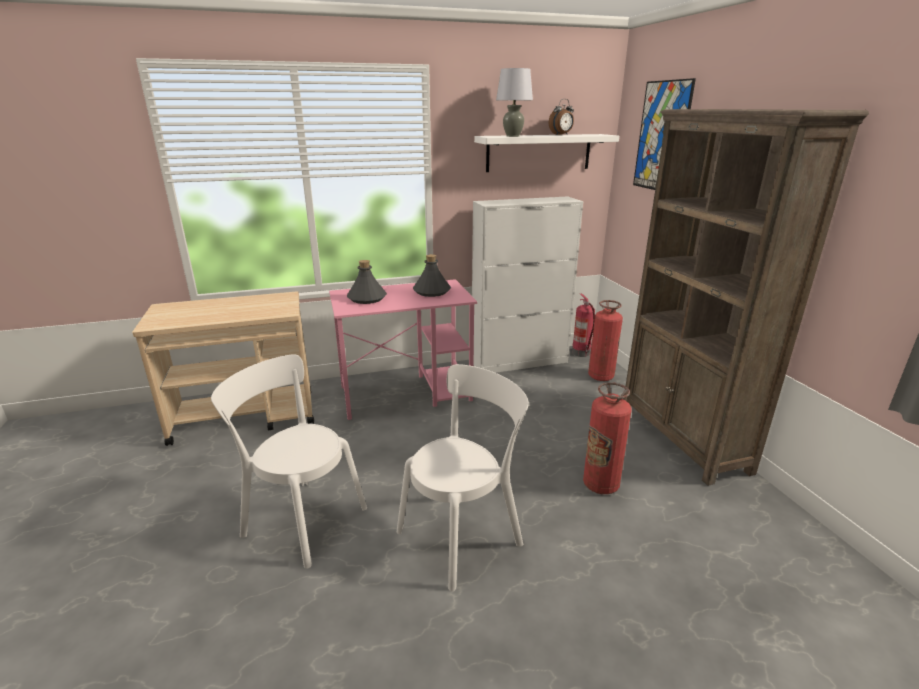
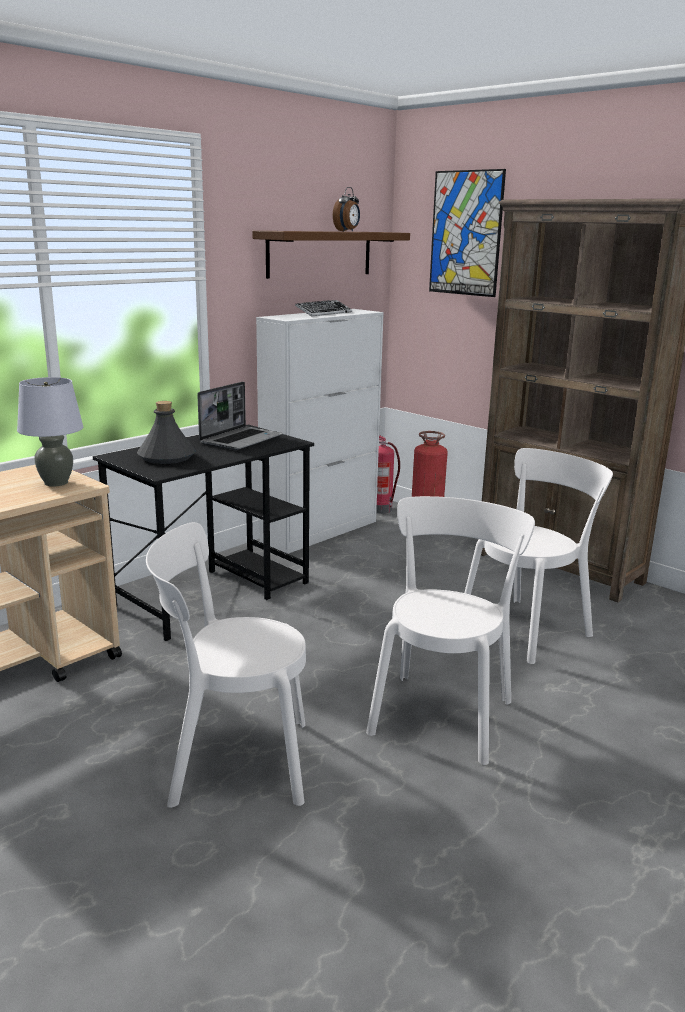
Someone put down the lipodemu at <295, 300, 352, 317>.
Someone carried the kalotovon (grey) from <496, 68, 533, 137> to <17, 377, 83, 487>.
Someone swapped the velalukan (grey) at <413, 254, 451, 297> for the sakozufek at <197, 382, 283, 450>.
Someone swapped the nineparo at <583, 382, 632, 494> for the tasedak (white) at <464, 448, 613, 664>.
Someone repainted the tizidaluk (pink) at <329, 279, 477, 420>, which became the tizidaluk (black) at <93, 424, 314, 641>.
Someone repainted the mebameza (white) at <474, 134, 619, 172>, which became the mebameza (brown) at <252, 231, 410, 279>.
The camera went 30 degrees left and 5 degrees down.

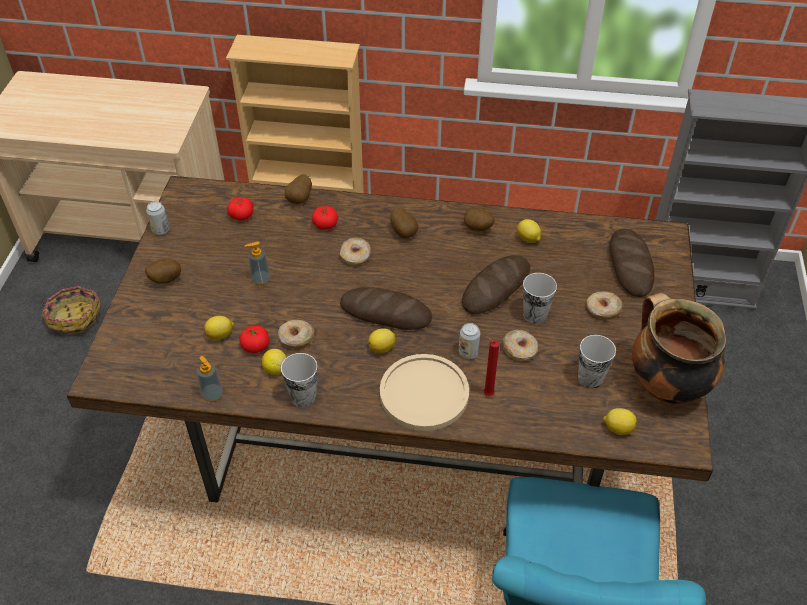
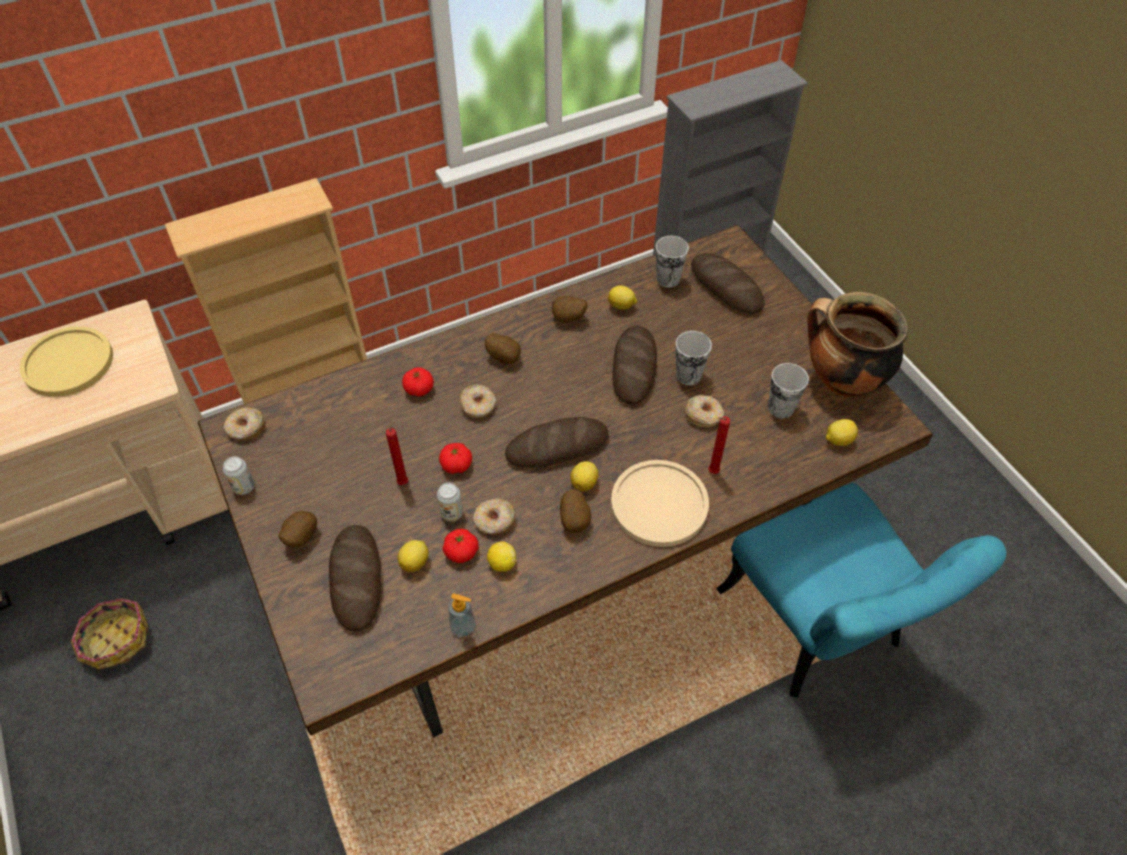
Someone put down the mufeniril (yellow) at <20, 327, 113, 397>.
Someone put down the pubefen at <329, 525, 381, 631>.
Someone carried the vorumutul from <227, 197, 254, 221> to <439, 443, 472, 474>.
Someone carried the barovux from <281, 353, 317, 407> to <656, 236, 689, 288>.
Someone carried the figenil from <285, 174, 312, 204> to <560, 490, 591, 533>.
Someone carried the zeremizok from <459, 323, 480, 359> to <437, 483, 463, 522>.
Someone carried the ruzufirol from <587, 291, 623, 320> to <224, 407, 265, 440>.
Someone swapped the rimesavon at <245, 241, 270, 286> for the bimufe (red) at <386, 418, 408, 485>.
The camera went 35 degrees left and 5 degrees up.

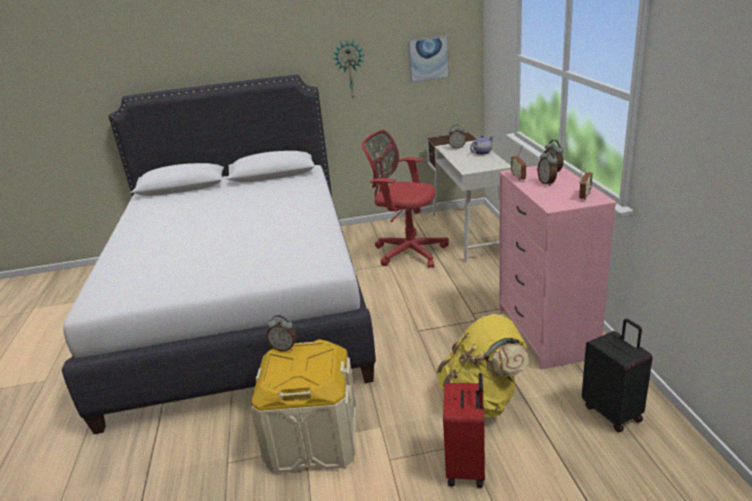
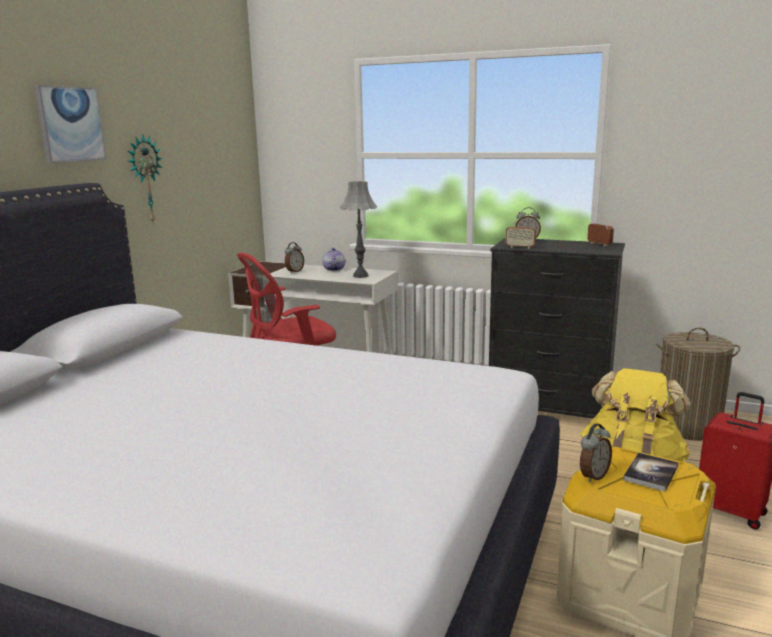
Someone took away the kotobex at <537, 149, 558, 186>.
Someone put down the kalotovon (grey) at <340, 181, 377, 278>.
Someone put down the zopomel at <623, 453, 679, 492>.
Someone carried the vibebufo from <408, 36, 450, 83> to <34, 85, 106, 164>.
Someone swapped the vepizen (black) at <582, 319, 652, 432> for the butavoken at <656, 327, 740, 441>.
Someone repainted the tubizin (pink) at <499, 166, 617, 370>, which became the tubizin (black) at <489, 238, 625, 419>.
The camera went 60 degrees left and 10 degrees down.

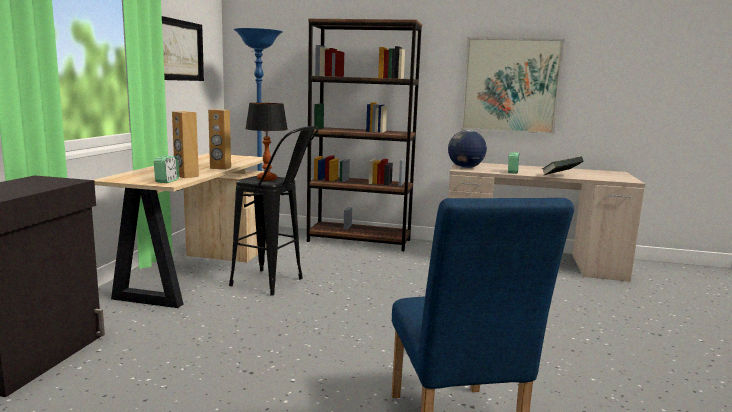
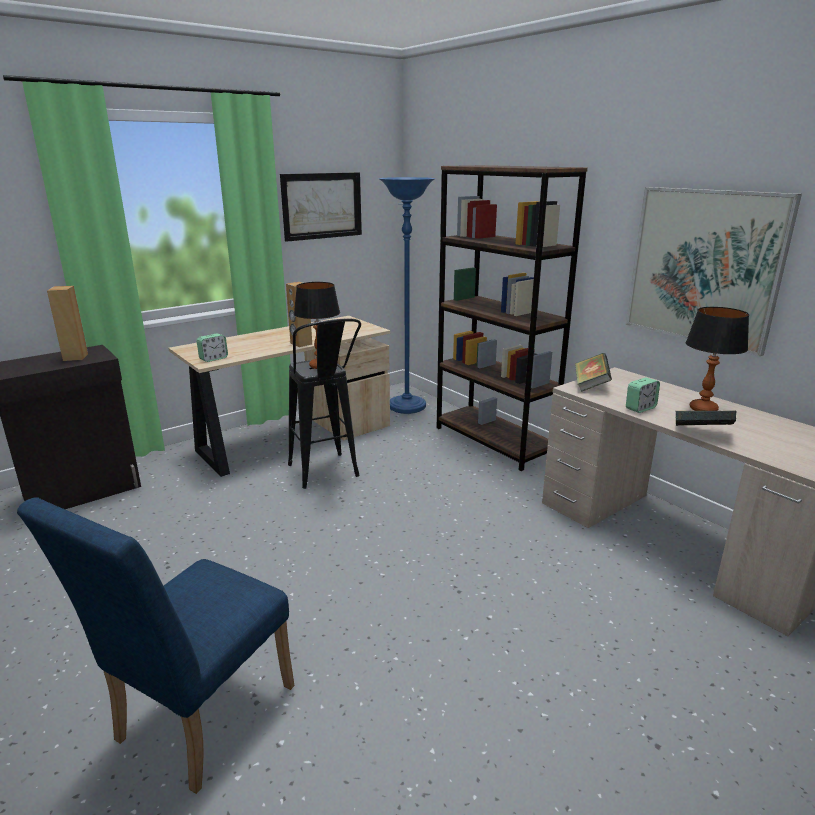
Someone put down the kalotovon at <686, 307, 749, 411>.
Someone carried the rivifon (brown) from <172, 111, 199, 178> to <47, 286, 88, 361>.
Someone swapped the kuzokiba at <448, 130, 487, 168> for the zopomel at <575, 353, 612, 392>.
The camera went 40 degrees right and 10 degrees up.

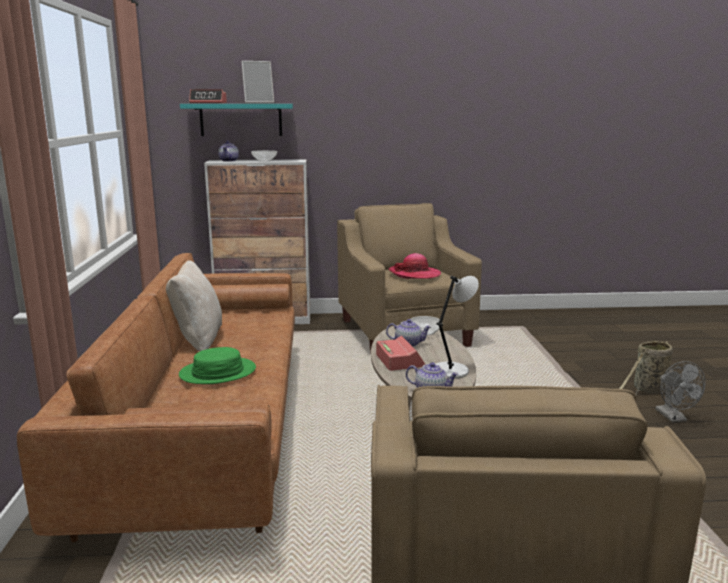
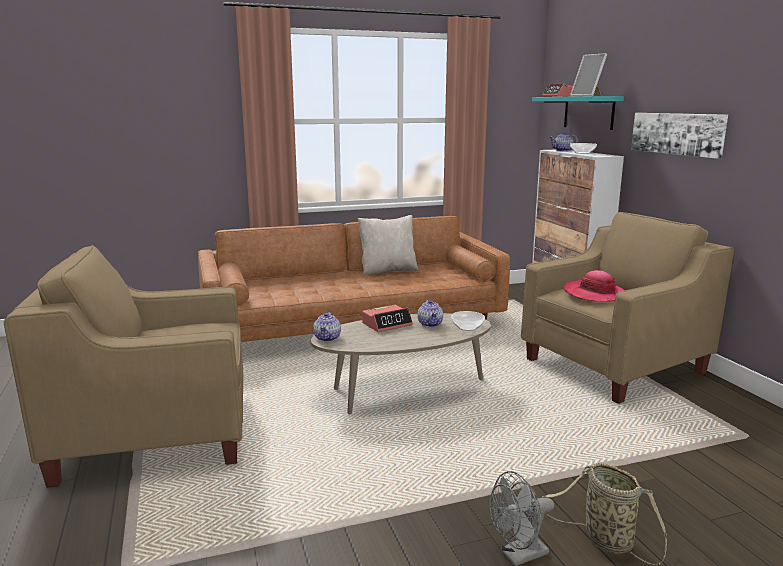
Someone took away the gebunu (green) at <179, 347, 256, 384>.
Someone took away the kalotovon (grey) at <436, 276, 479, 379>.
Someone put up the vibebufo at <631, 113, 728, 159>.
The camera went 75 degrees right and 0 degrees up.

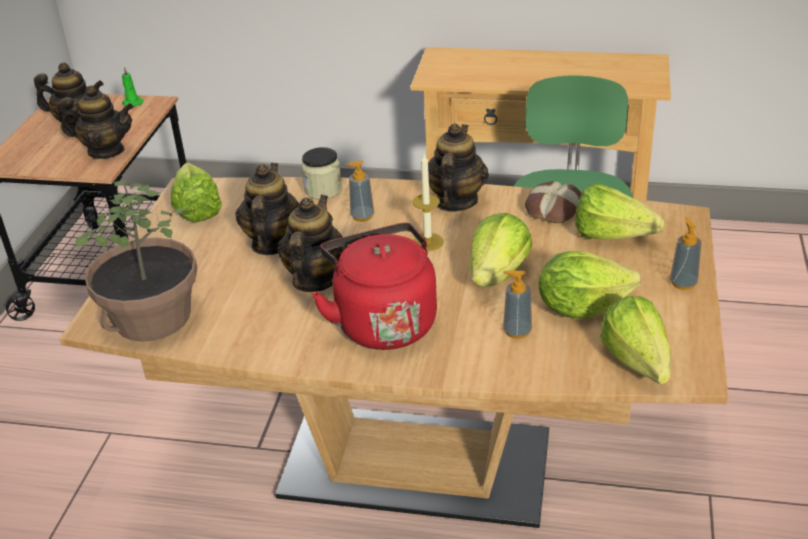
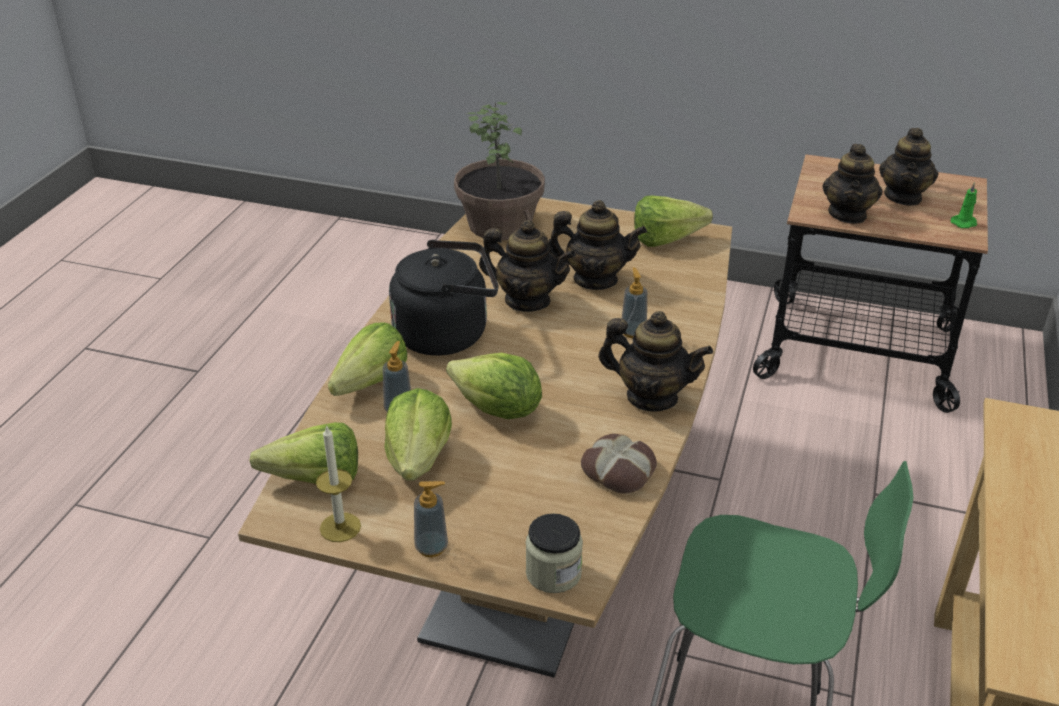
Someone carried the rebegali from <301, 147, 342, 200> to <526, 513, 583, 593>.
Someone carried the bimufe from <413, 154, 444, 251> to <316, 425, 361, 542>.
Someone carried the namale from <575, 183, 664, 240> to <328, 322, 407, 396>.
Someone repainted the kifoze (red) at <312, 223, 437, 350>, which became the kifoze (black) at <389, 240, 499, 356>.
The camera went 95 degrees right and 0 degrees up.

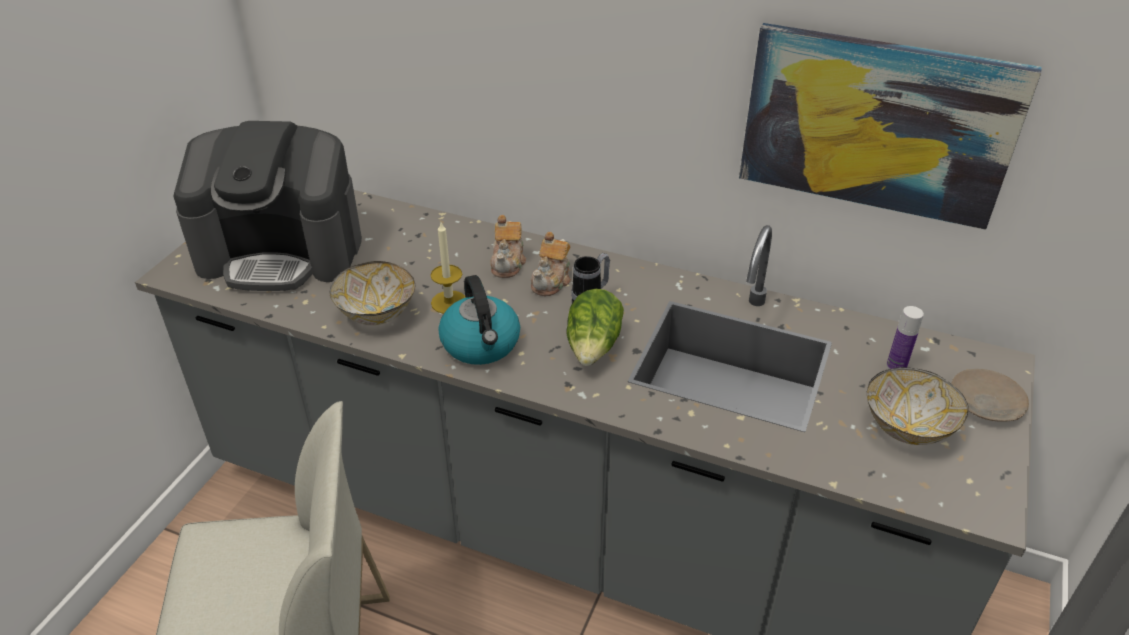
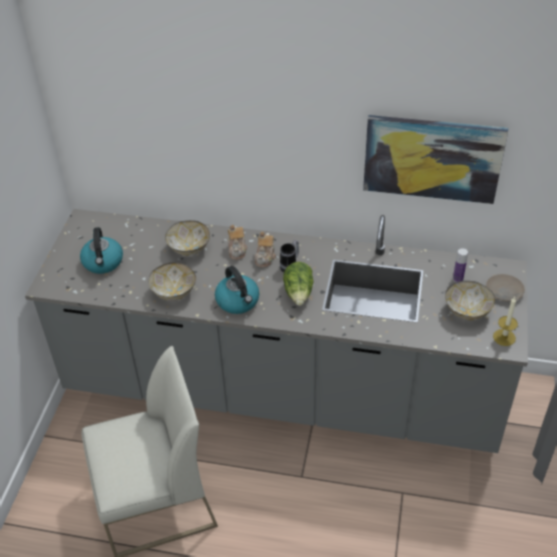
Someone put down the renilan at <165, 220, 210, 256>.
Someone carried the bimufe from <431, 222, 466, 314> to <493, 297, 518, 346>.
Someone swapped the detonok at <173, 121, 362, 291> for the kifoze at <80, 227, 123, 274>.
The camera went 10 degrees left and 5 degrees up.

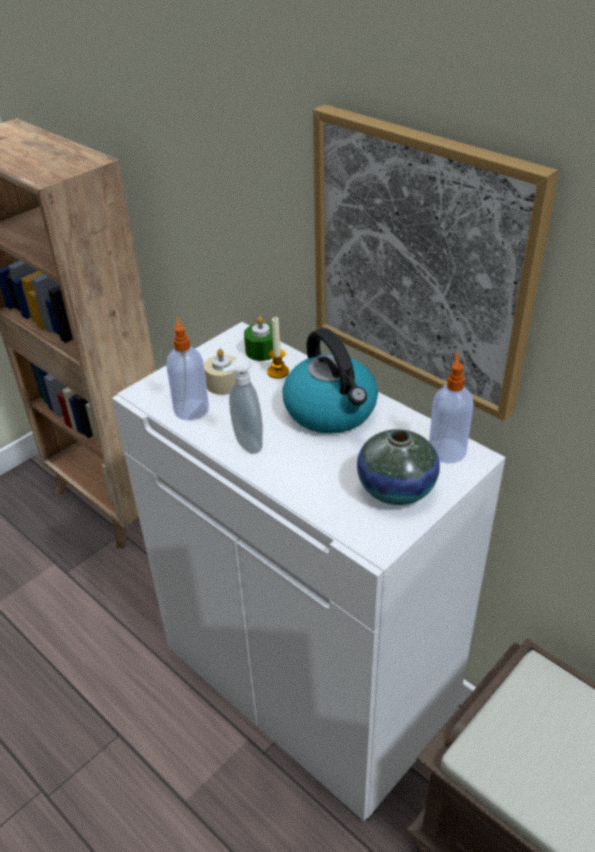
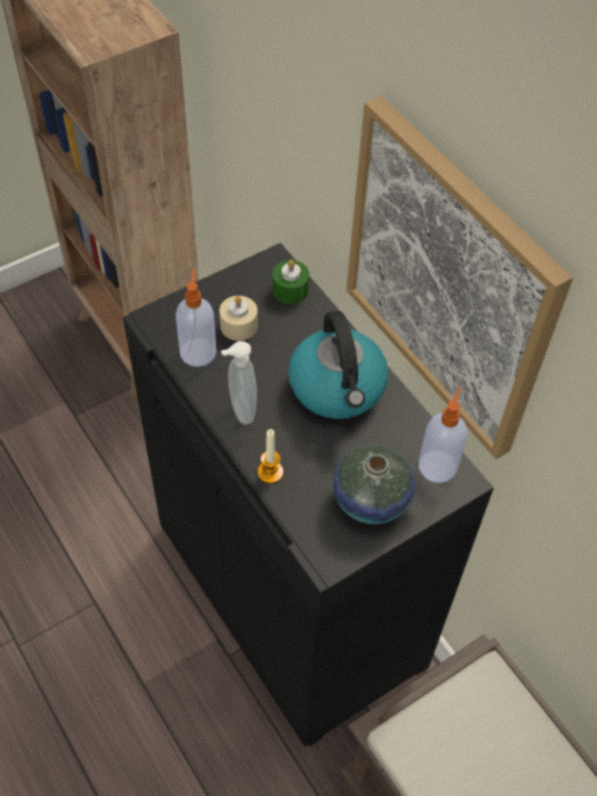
Someone carried the bimufe from <267, 317, 289, 379> to <258, 429, 283, 484>.
Someone repainted the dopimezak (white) at <112, 322, 505, 821>, which became the dopimezak (black) at <123, 243, 494, 747>.
The camera went 10 degrees right and 15 degrees up.

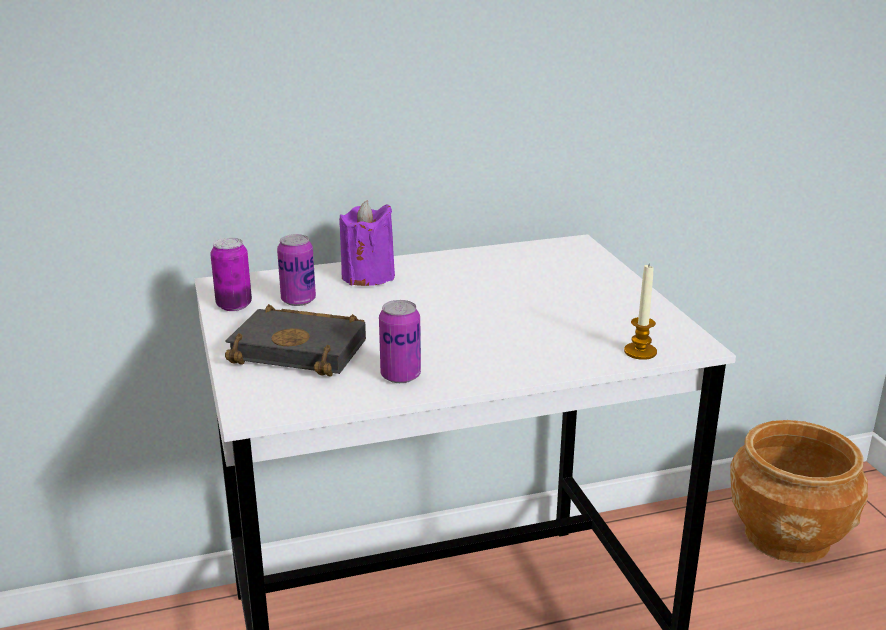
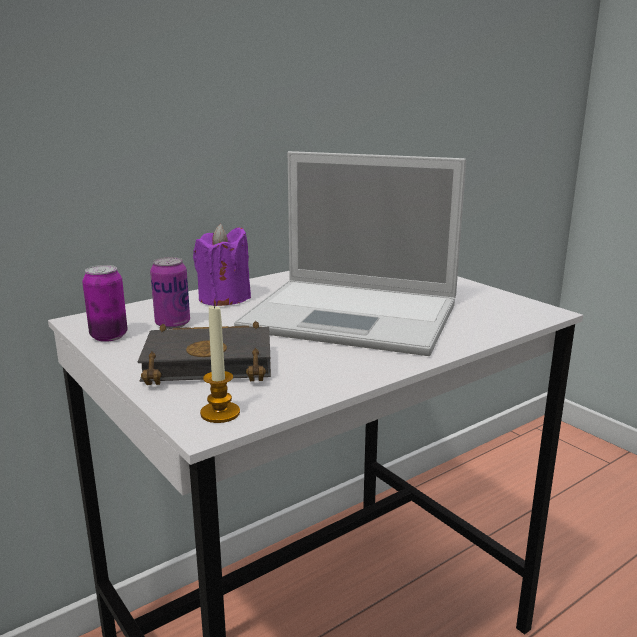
Someone took away the zeremizok at <379, 300, 421, 383>.
Someone took away the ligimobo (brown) at <730, 420, 868, 563>.
Someone put down the sakozufek at <234, 151, 466, 356>.
Someone carried the bimufe from <624, 265, 657, 360> to <200, 303, 240, 423>.
The camera went 20 degrees left and 5 degrees down.

